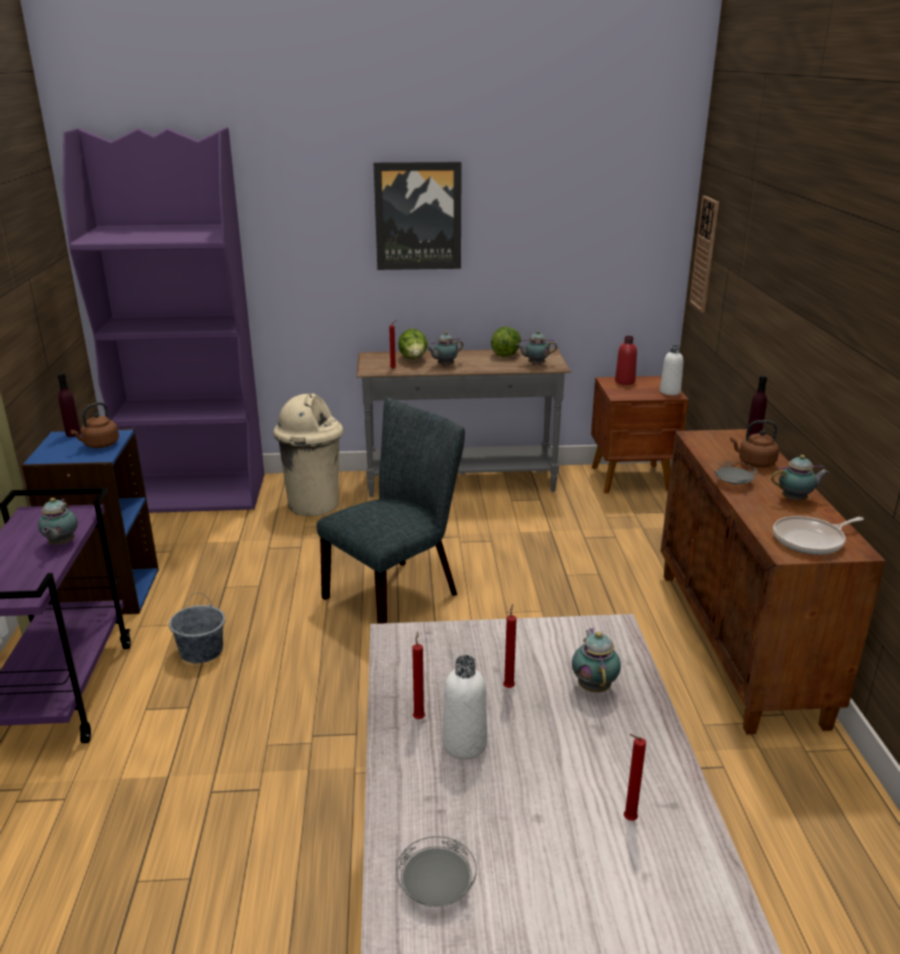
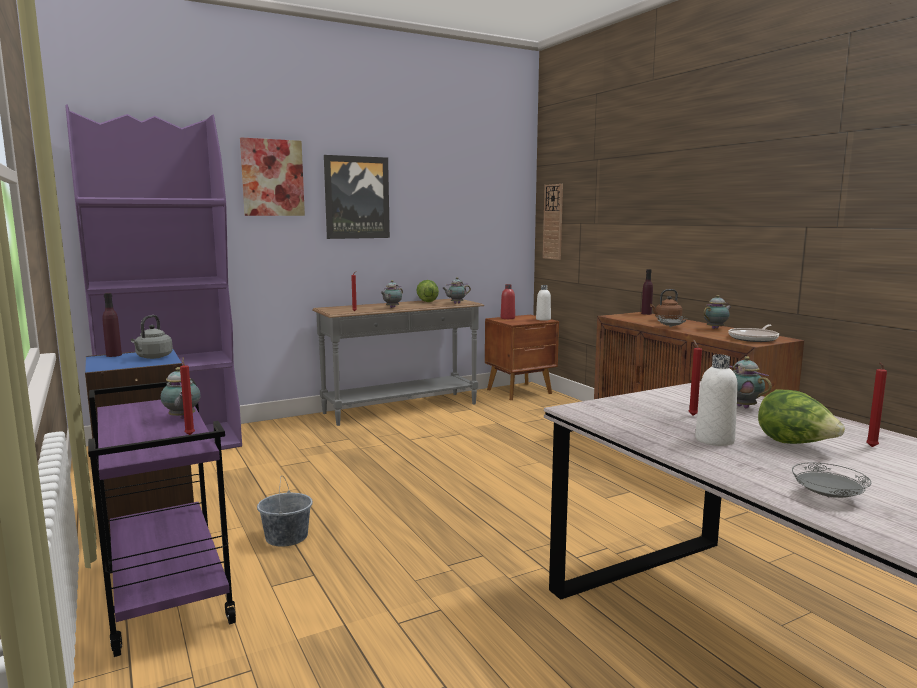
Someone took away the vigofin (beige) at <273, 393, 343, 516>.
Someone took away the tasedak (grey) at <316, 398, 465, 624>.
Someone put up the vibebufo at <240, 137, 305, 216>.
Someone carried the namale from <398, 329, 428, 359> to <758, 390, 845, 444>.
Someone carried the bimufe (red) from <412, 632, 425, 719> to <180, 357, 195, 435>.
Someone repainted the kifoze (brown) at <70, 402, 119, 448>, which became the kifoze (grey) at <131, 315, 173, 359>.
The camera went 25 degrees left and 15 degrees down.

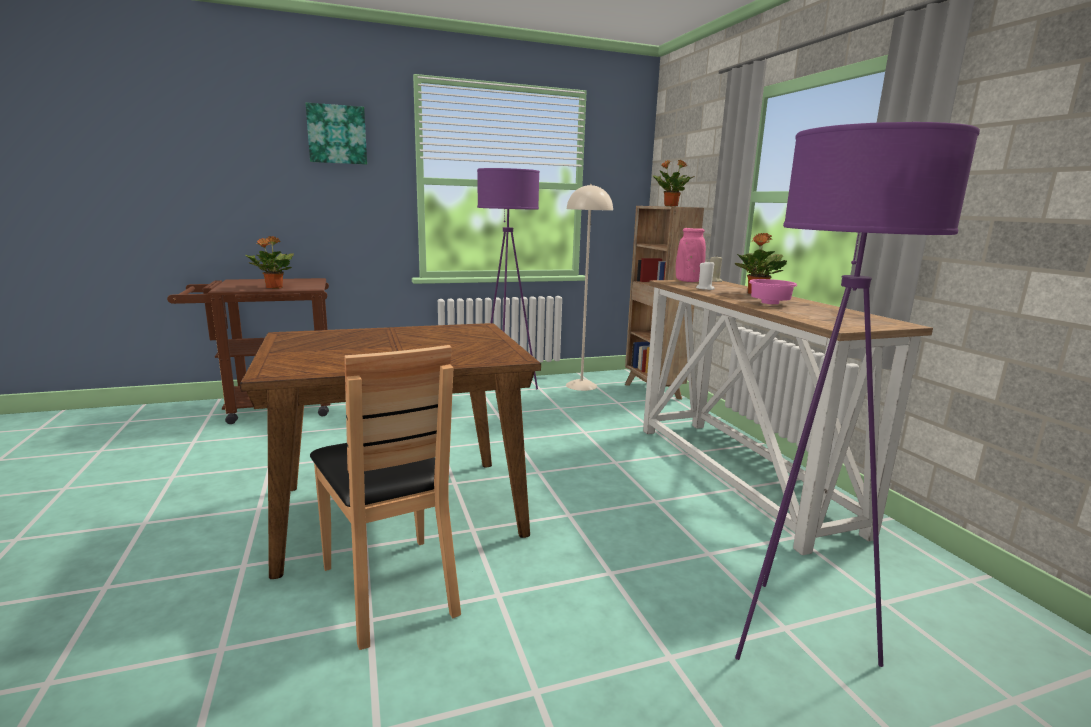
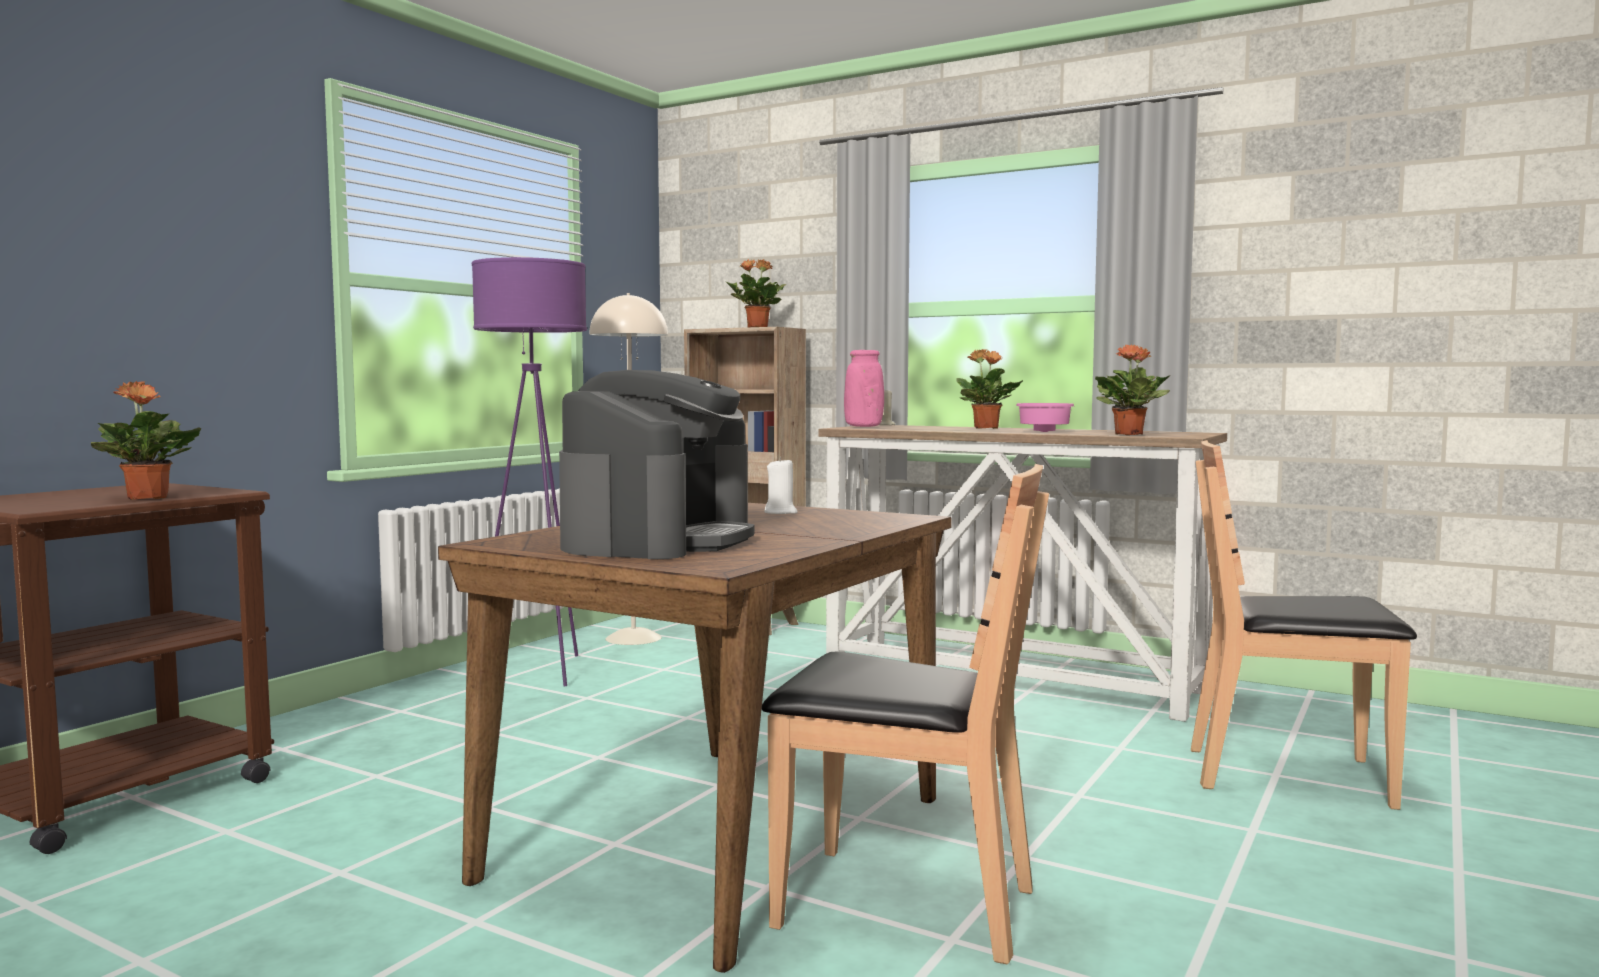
Someone took away the vibebufo at <306, 102, 367, 165>.
Someone put down the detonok at <559, 370, 754, 559>.
Someone put down the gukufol at <1095, 345, 1171, 435>.
Someone carried the bimufe (white) from <696, 261, 715, 290> to <764, 457, 798, 514>.
Someone swapped the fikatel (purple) at <735, 122, 980, 667> for the tasedak (brown) at <1191, 440, 1417, 810>.
The camera went 40 degrees left and 10 degrees down.

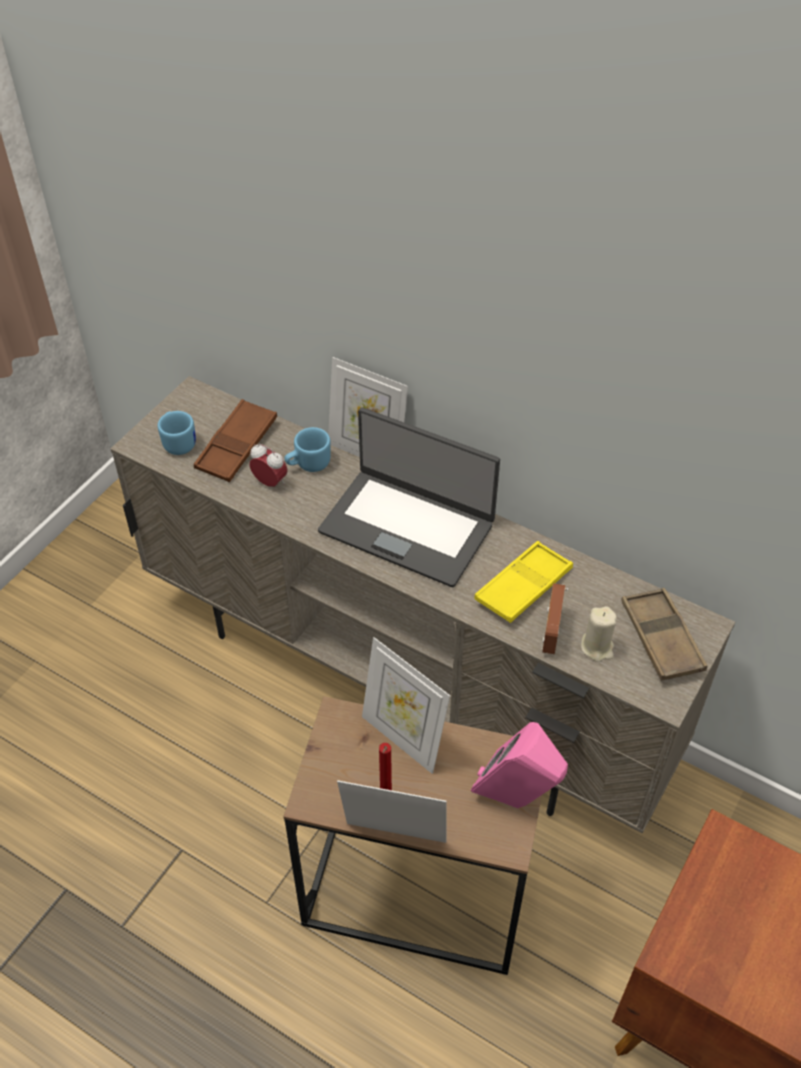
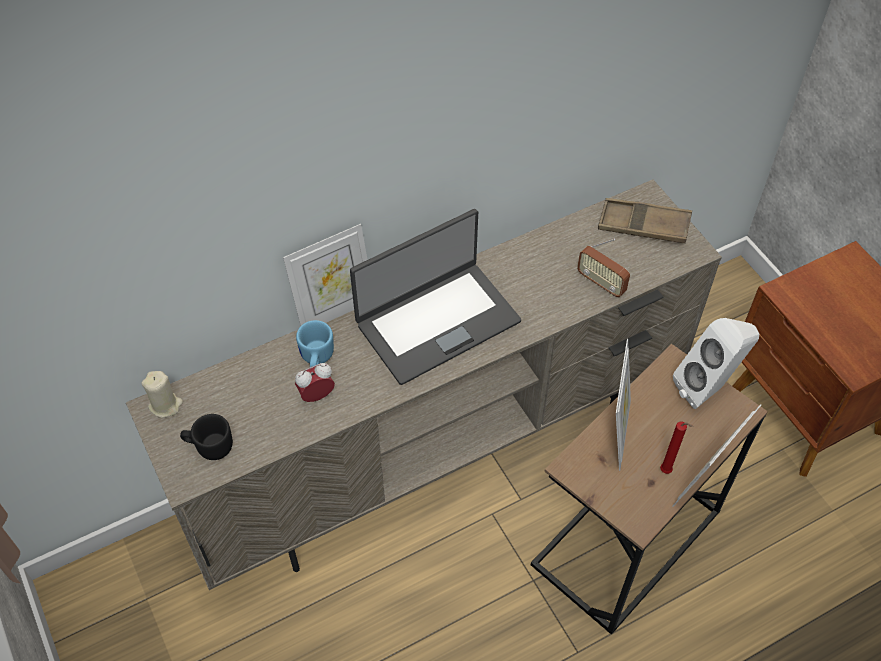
Someone took away the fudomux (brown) at <194, 399, 277, 482>.
Someone took away the fudomux (yellow) at <474, 541, 573, 623>.
Someone carried the bimufe (beige) from <581, 606, 617, 662> to <141, 371, 183, 418>.
Someone repainted the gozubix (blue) at <158, 411, 196, 455>, which became the gozubix (black) at <180, 414, 233, 460>.
Someone repainted the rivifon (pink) at <471, 722, 568, 808>, which became the rivifon (white) at <673, 318, 759, 409>.
Someone rotated the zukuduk at <362, 637, 450, 774> by 60 degrees counterclockwise.
The camera went 60 degrees left and 5 degrees up.

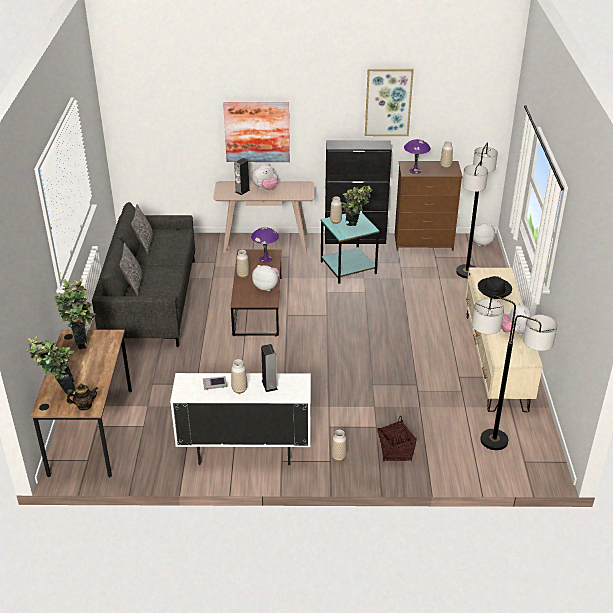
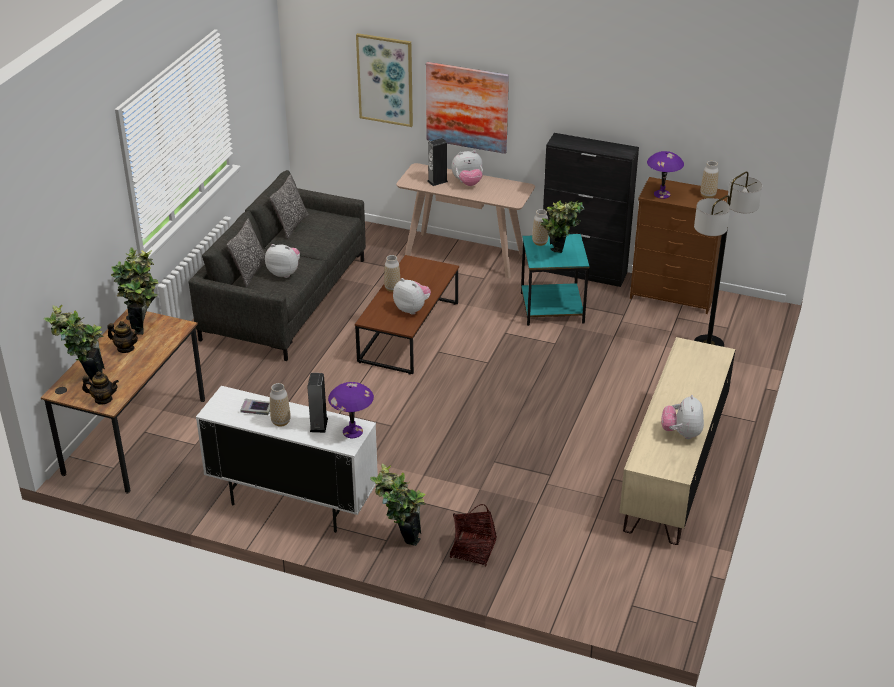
Someone took away the fikatel at <472, 296, 558, 450>.
Someone took away the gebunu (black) at <478, 276, 512, 299>.
Someone put down the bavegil at <107, 321, 139, 353>.
Someone carried the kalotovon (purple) from <251, 227, 279, 263> to <328, 382, 374, 438>.
Someone carried the vibebufo from <365, 68, 414, 136> to <356, 33, 413, 127>.
Someone carried the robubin from <473, 224, 495, 246> to <265, 244, 300, 278>.
Someone swapped the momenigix at <332, 430, 347, 461> for the gukufol at <370, 463, 425, 546>.
The camera went 20 degrees right and 0 degrees up.

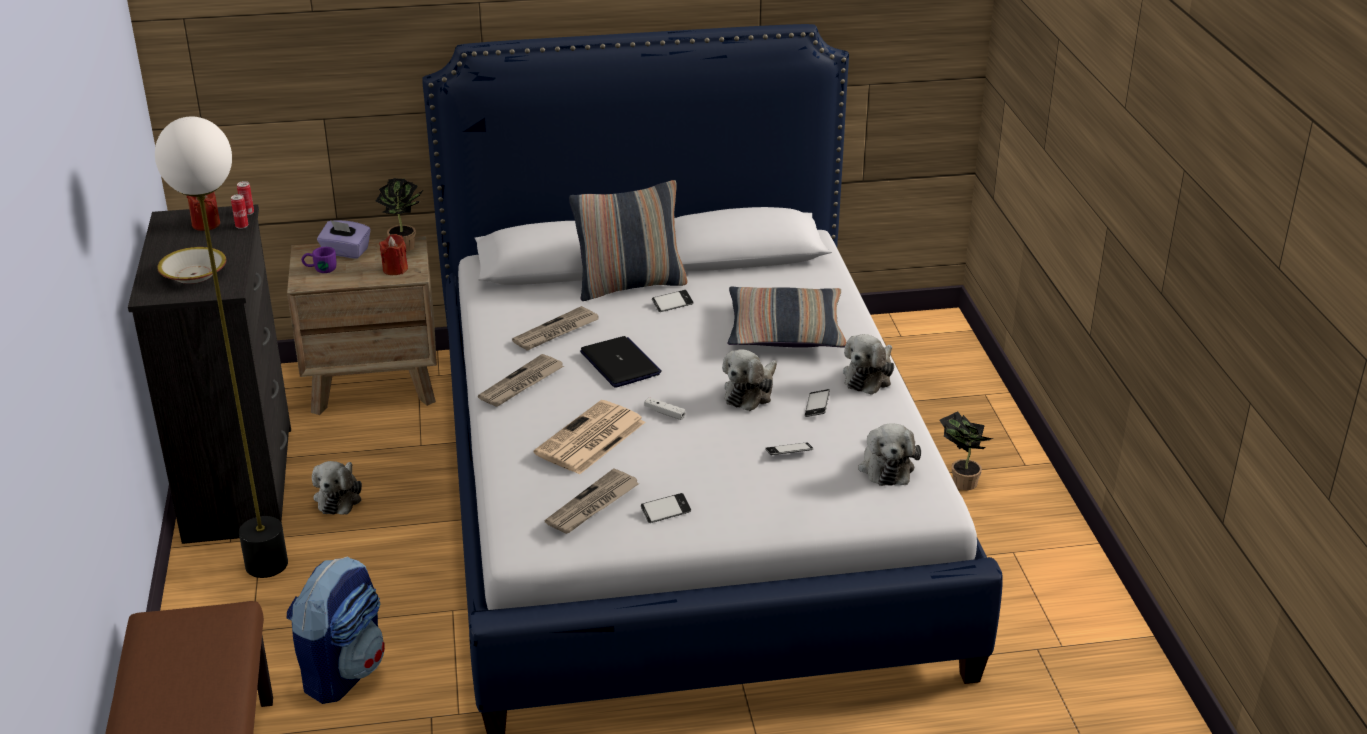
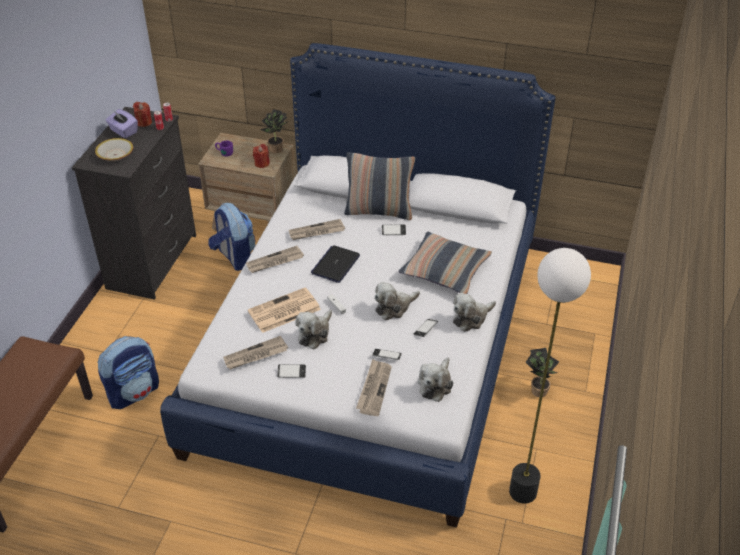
Someone put down the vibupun at <208, 203, 256, 271>.
Someone put down the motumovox at <356, 359, 392, 416>.
Someone carried the fikatel from <155, 116, 288, 578> to <509, 248, 591, 504>.
Someone carried the robubin from <312, 461, 362, 515> to <295, 310, 332, 349>.
Someone carried the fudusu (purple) from <317, 220, 370, 259> to <105, 109, 138, 138>.
Someone rotated the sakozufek at <580, 336, 662, 387> by 150 degrees counterclockwise.
The camera went 25 degrees right and 10 degrees up.

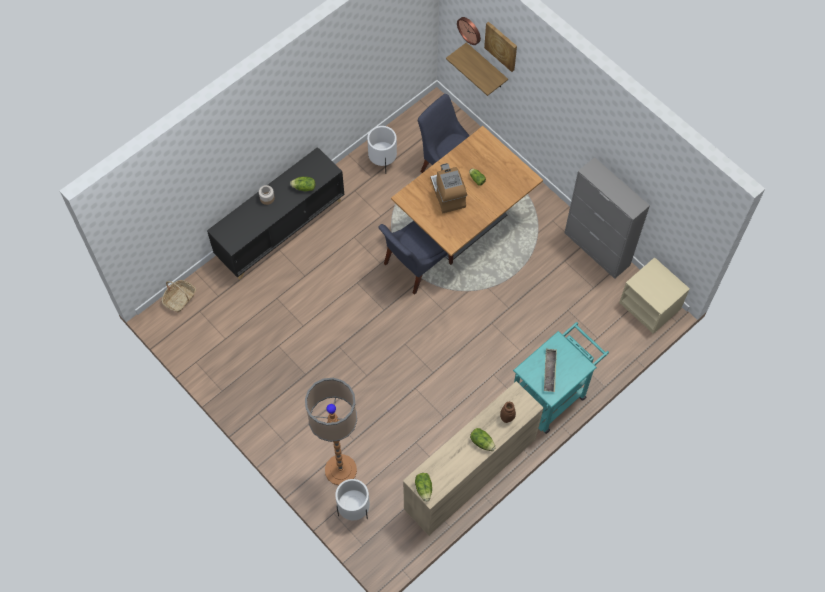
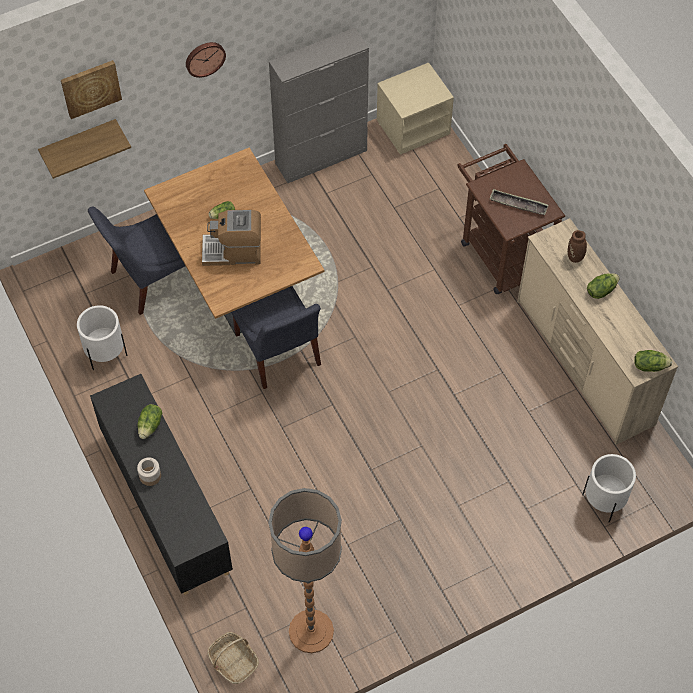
Someone carried the fikatel from <305, 378, 357, 485> to <268, 488, 342, 653>.
Someone carried the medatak from <457, 17, 481, 45> to <186, 42, 226, 78>.
Someone repainted the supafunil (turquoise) at <513, 322, 609, 434>, which became the supafunil (brown) at <457, 144, 565, 294>.
The camera went 75 degrees left and 5 degrees down.

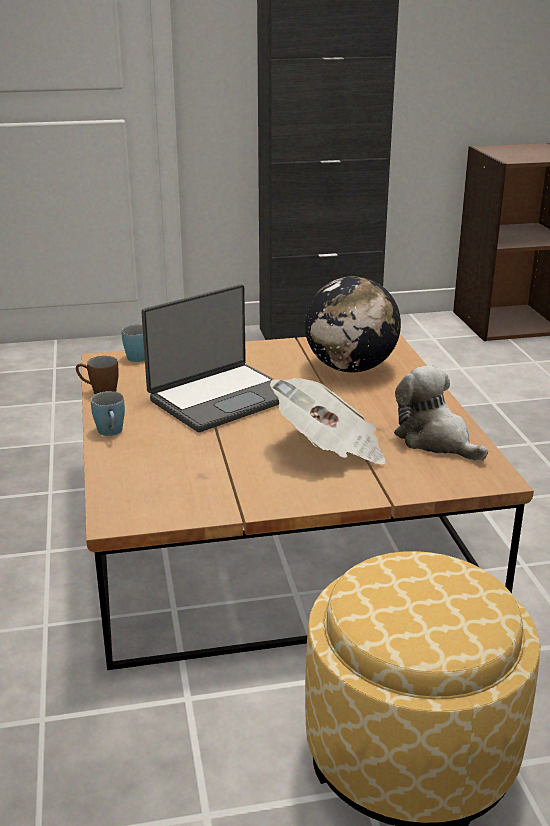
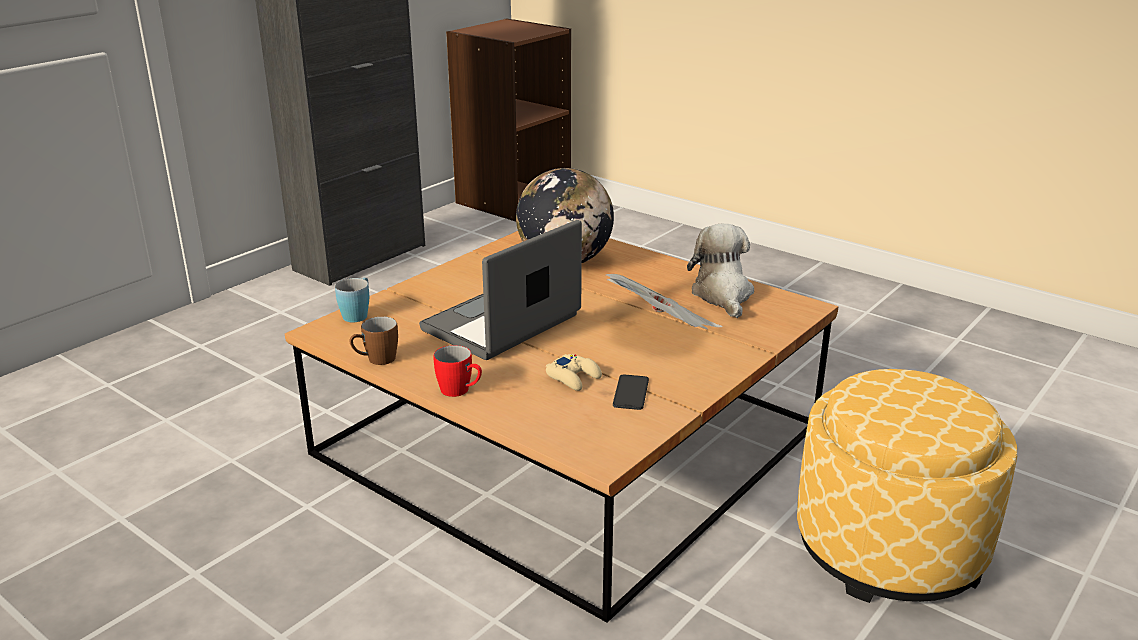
Someone put down the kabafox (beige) at <546, 354, 602, 391>.
Someone put down the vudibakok at <613, 374, 649, 410>.
Someone repainted the gozubix (blue) at <91, 391, 125, 436>, which became the gozubix (red) at <433, 345, 482, 397>.
Someone rotated the sakozufek at <141, 284, 279, 432> by 150 degrees counterclockwise.
Someone rotated the robubin at <394, 365, 488, 461> by 75 degrees clockwise.
The camera went 40 degrees left and 0 degrees up.

